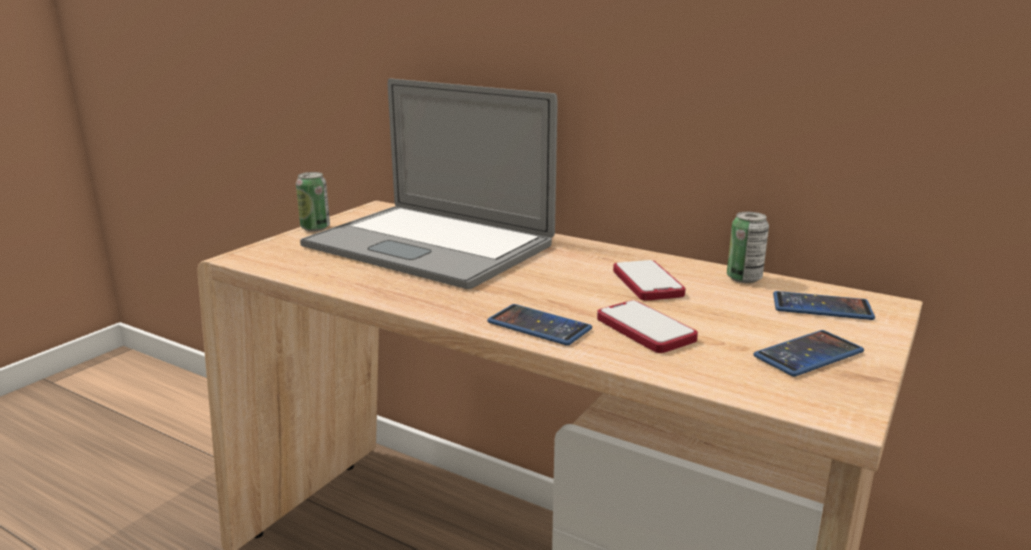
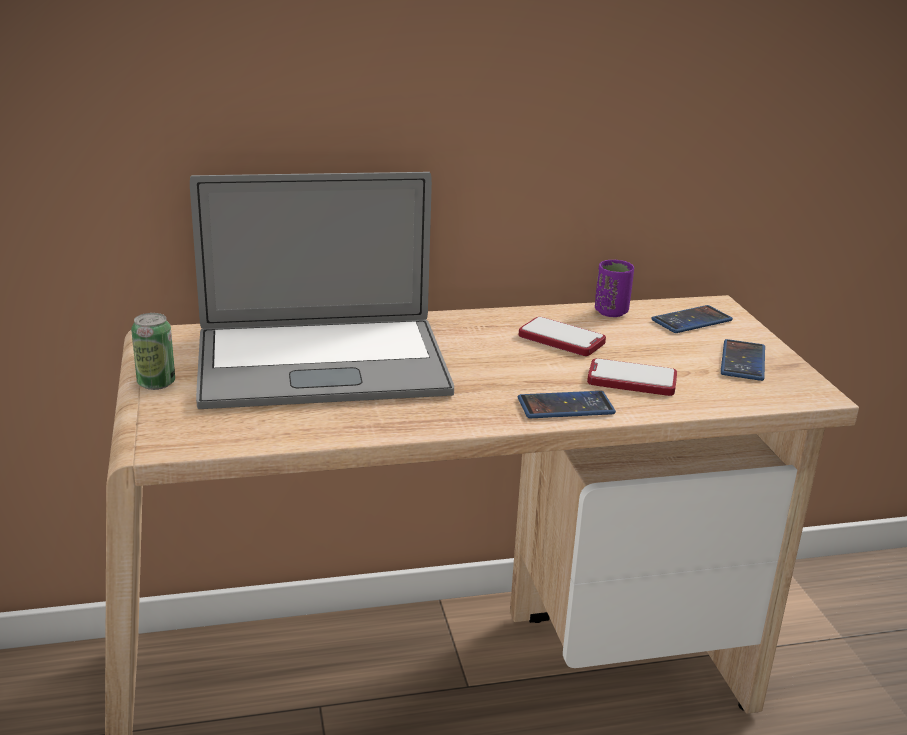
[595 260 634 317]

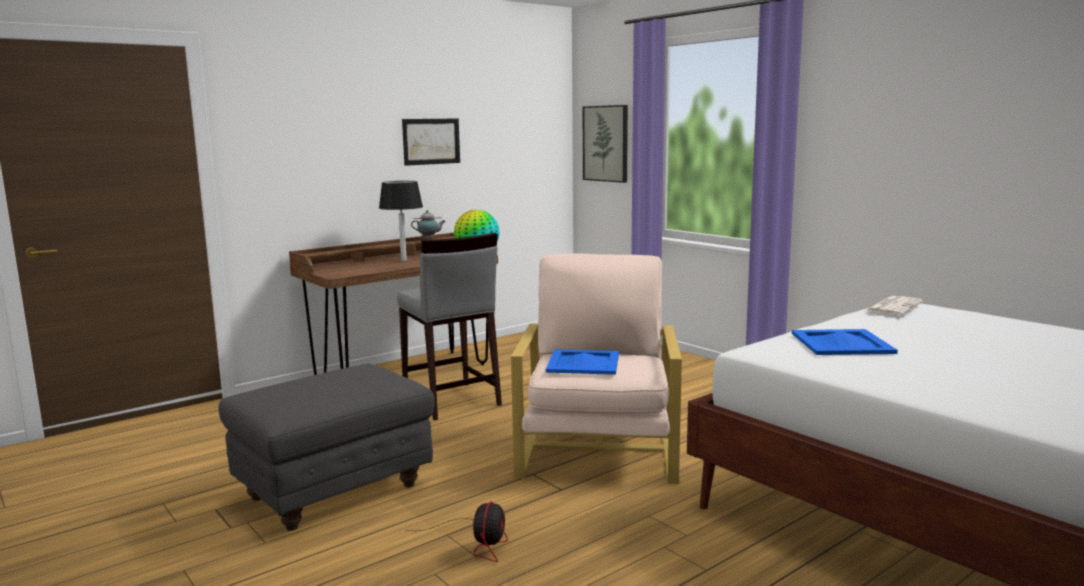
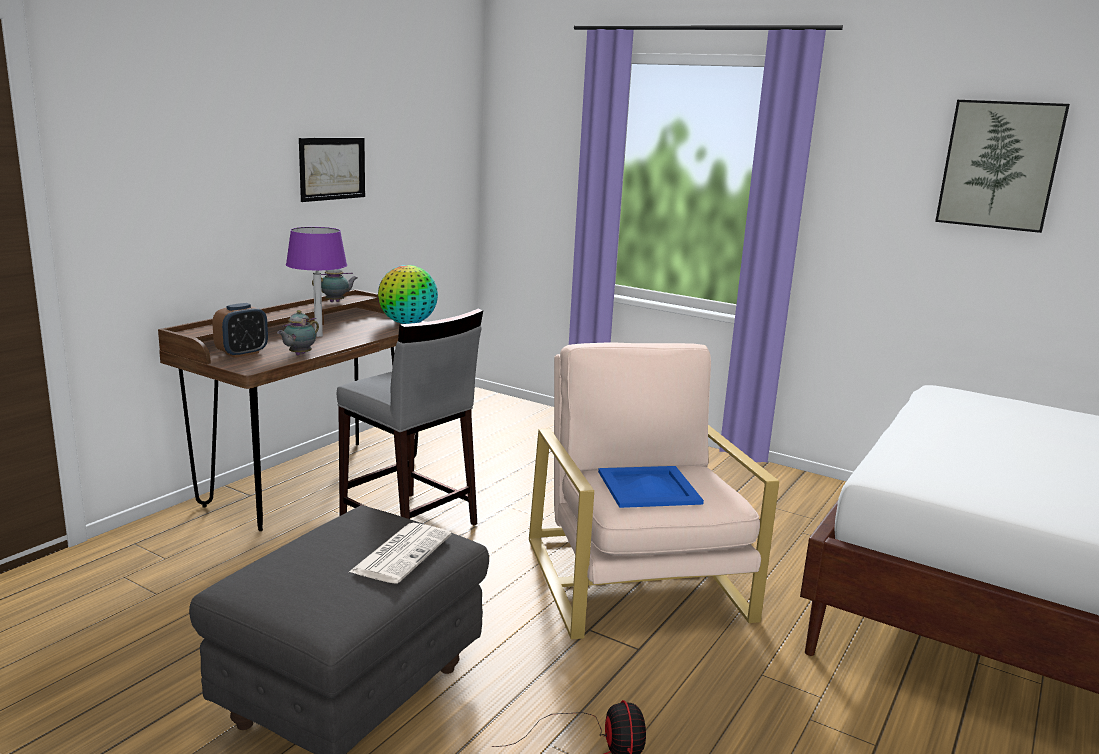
[935 100 1070 233]
[286 227 347 337]
[349 523 452 584]
[792 329 898 355] (first image)
[212 303 268 358]
[277 310 319 355]

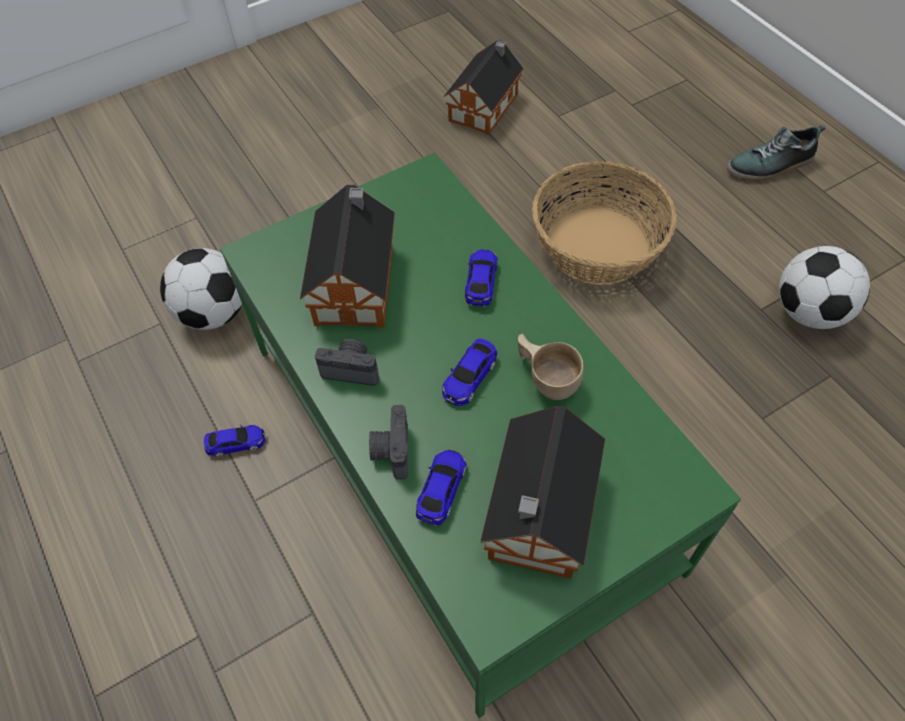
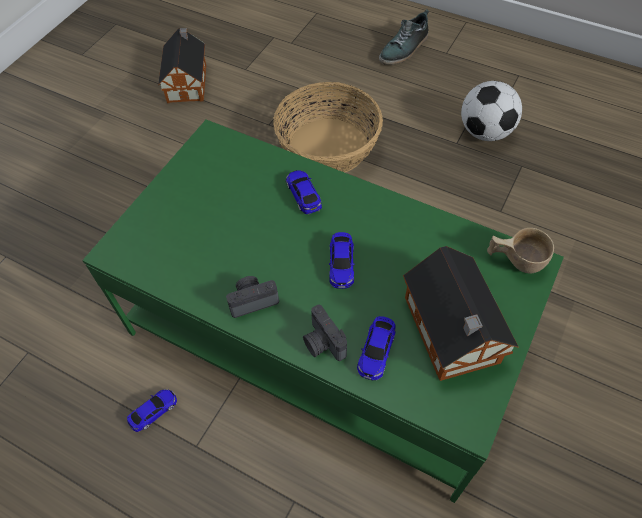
[300 185 395 327] (first image)
[160 248 242 330] (first image)
[487 228 554 273]
[357 316 396 380]

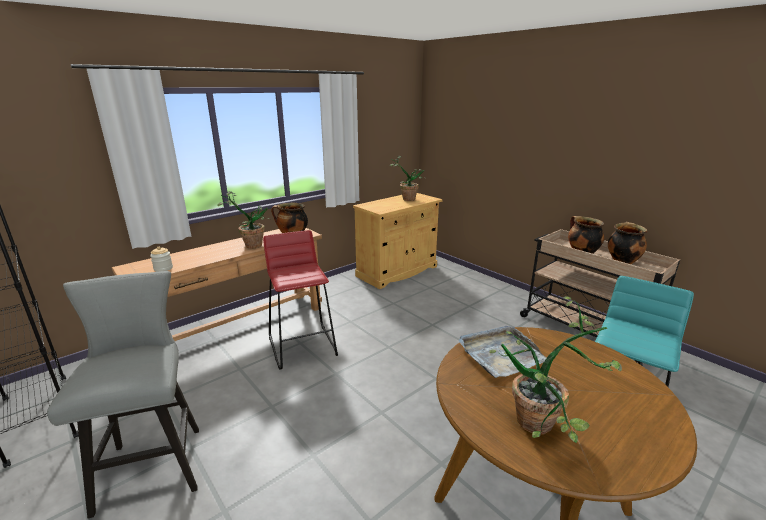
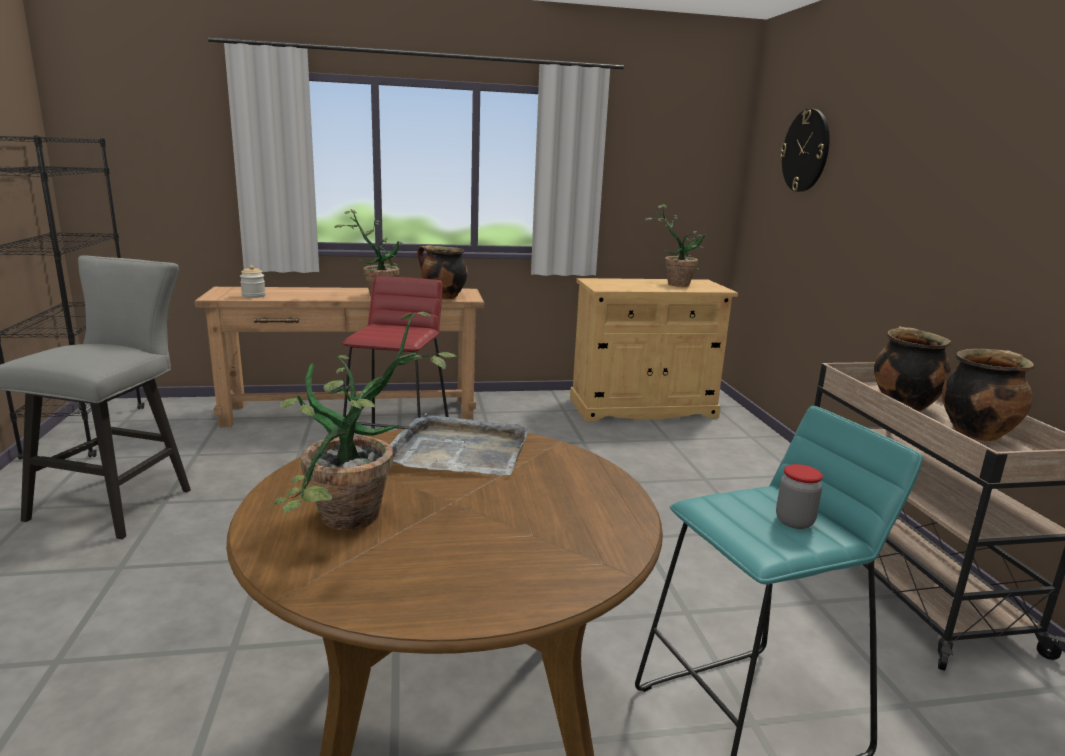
[780 109 830 192]
[776 464 823 529]

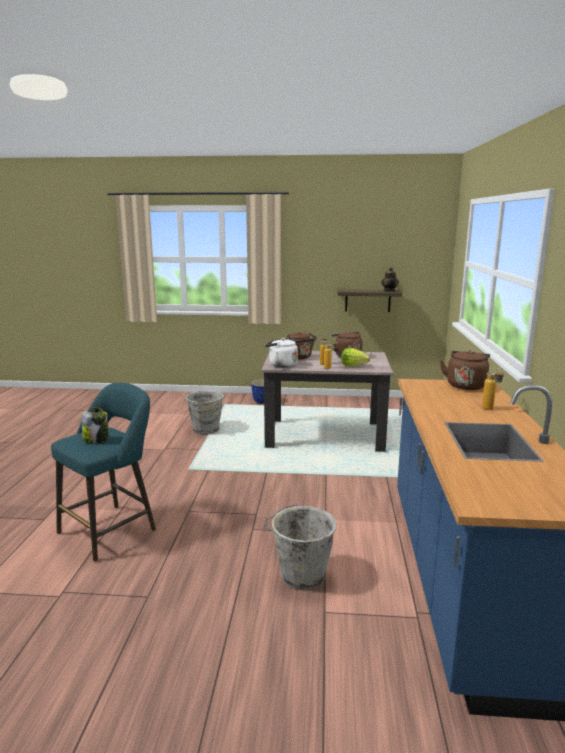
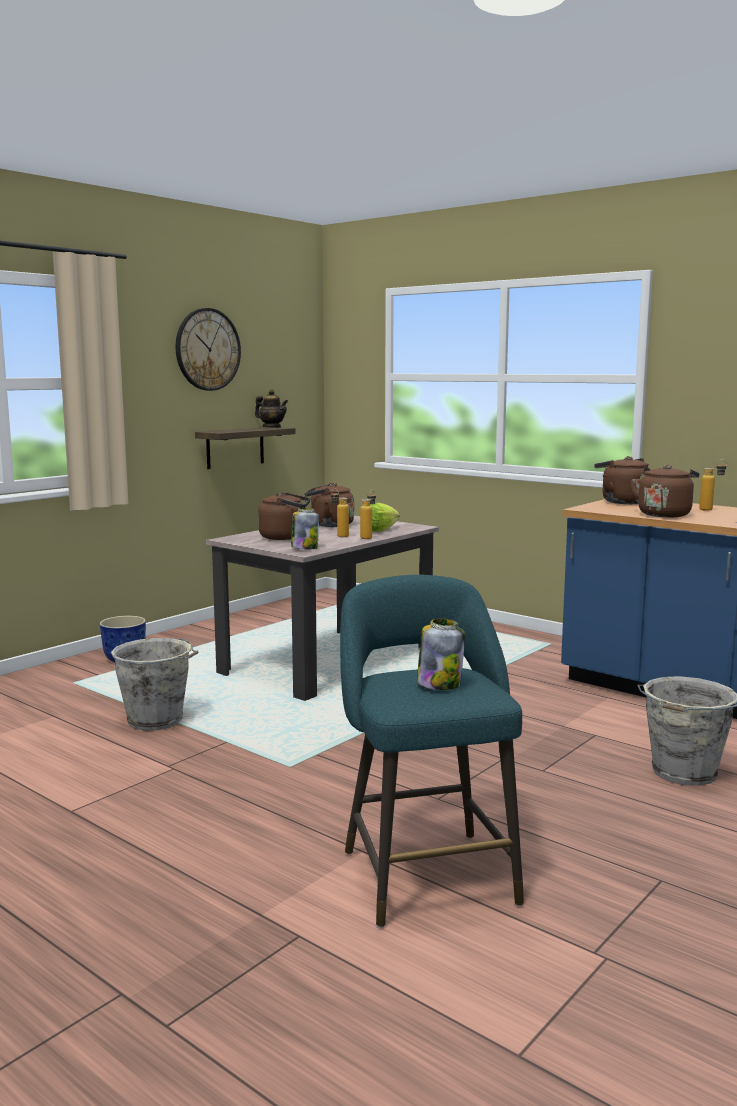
[291 508 319 549]
[176 308 241 391]
[629 465 699 518]

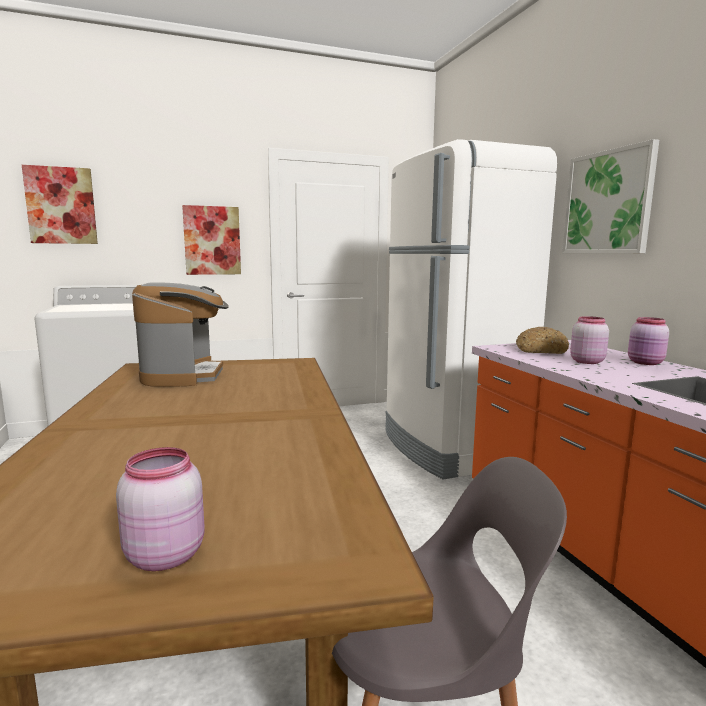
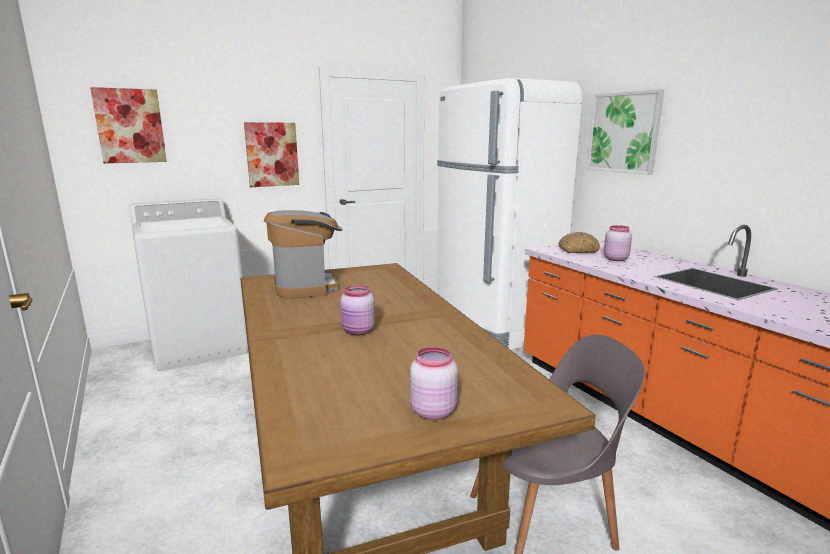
[340 285 375 335]

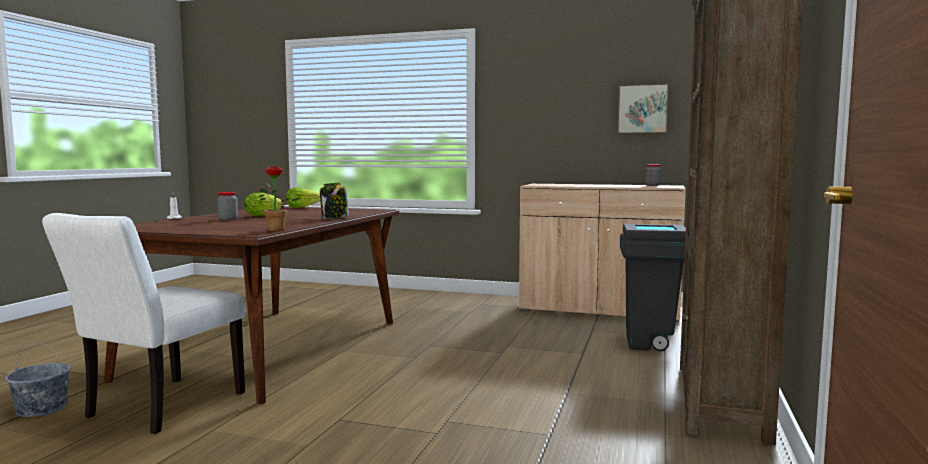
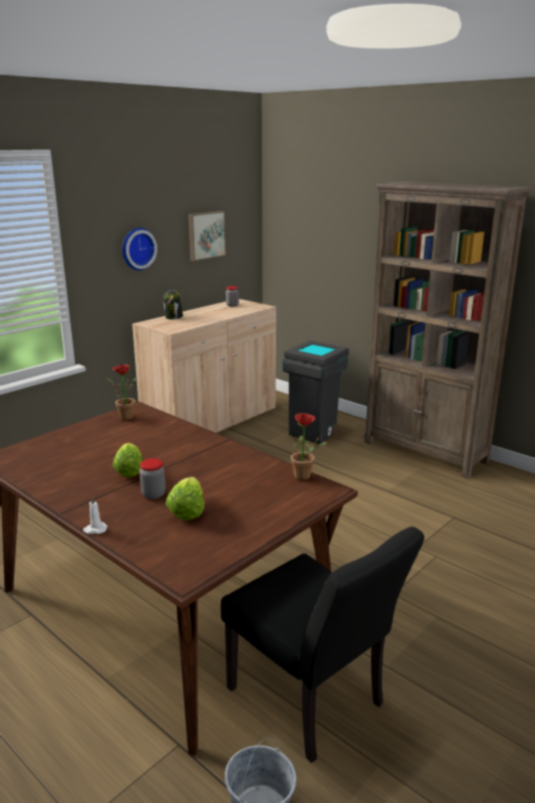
[163 290 183 320]
[166 477 204 520]
[221 526 424 763]
[122 228 157 270]
[107 364 137 421]

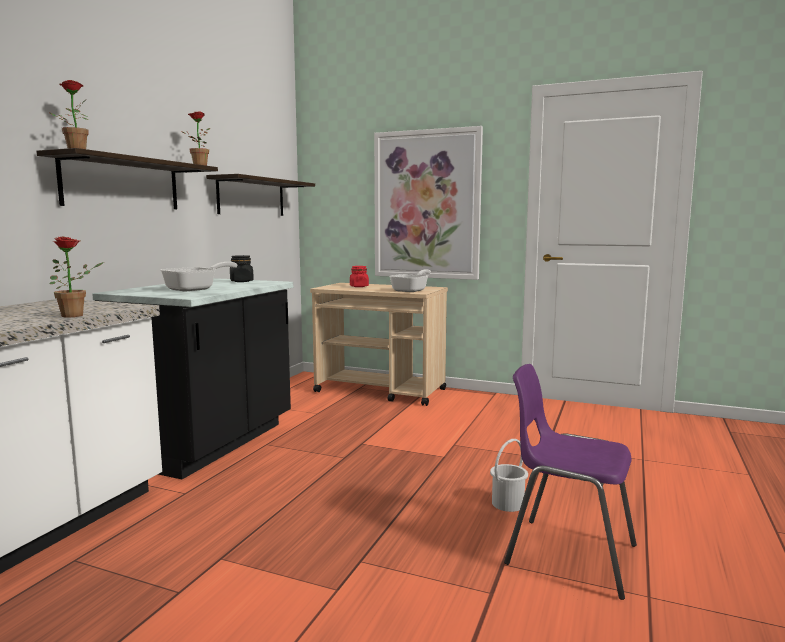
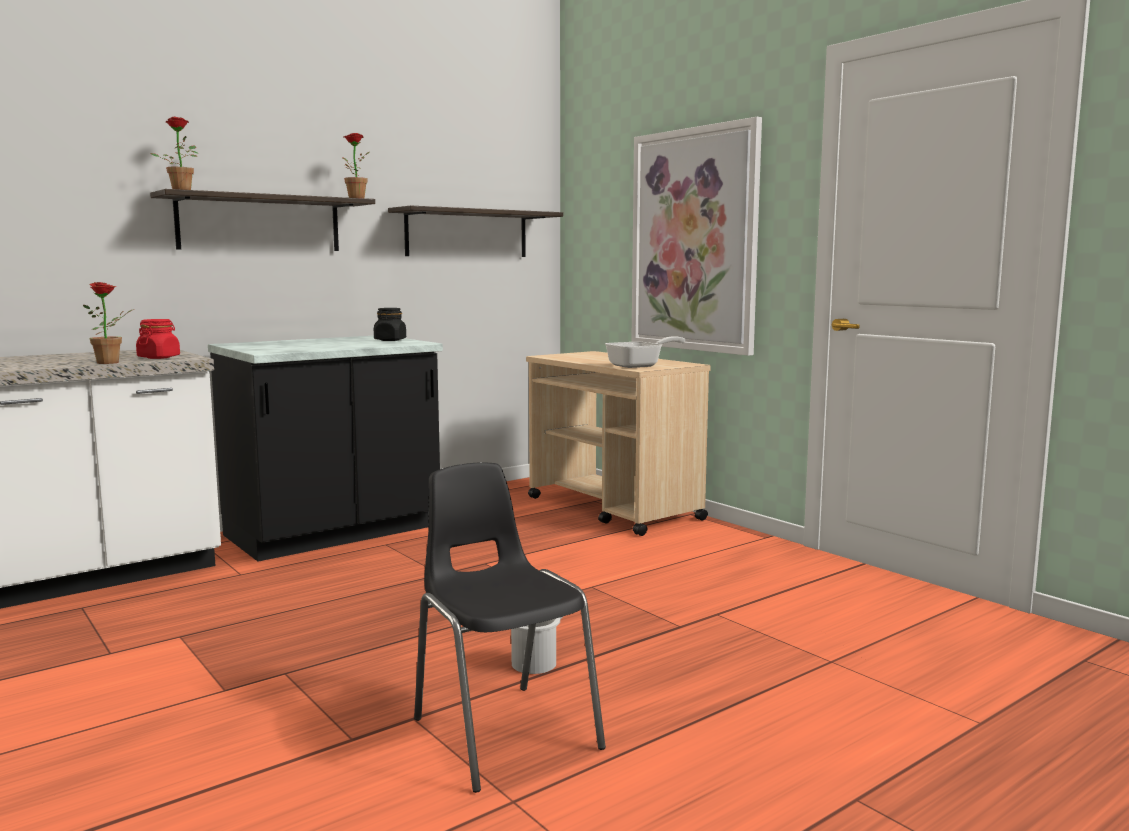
[161 262 238 292] (first image)
[136 319 180 359]
[414 462 606 793]

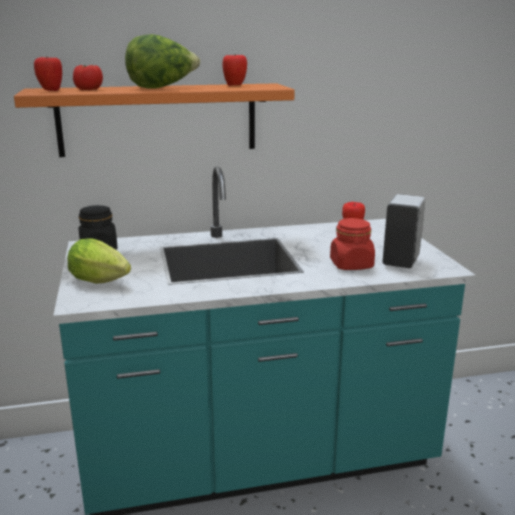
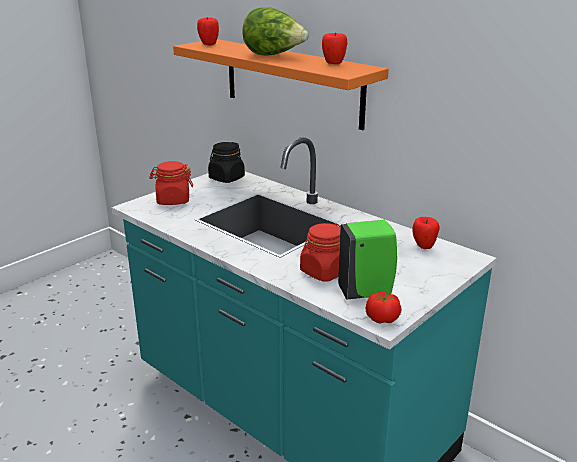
[366 291 401 324]
[338 220 397 300]
[149 161 193 205]

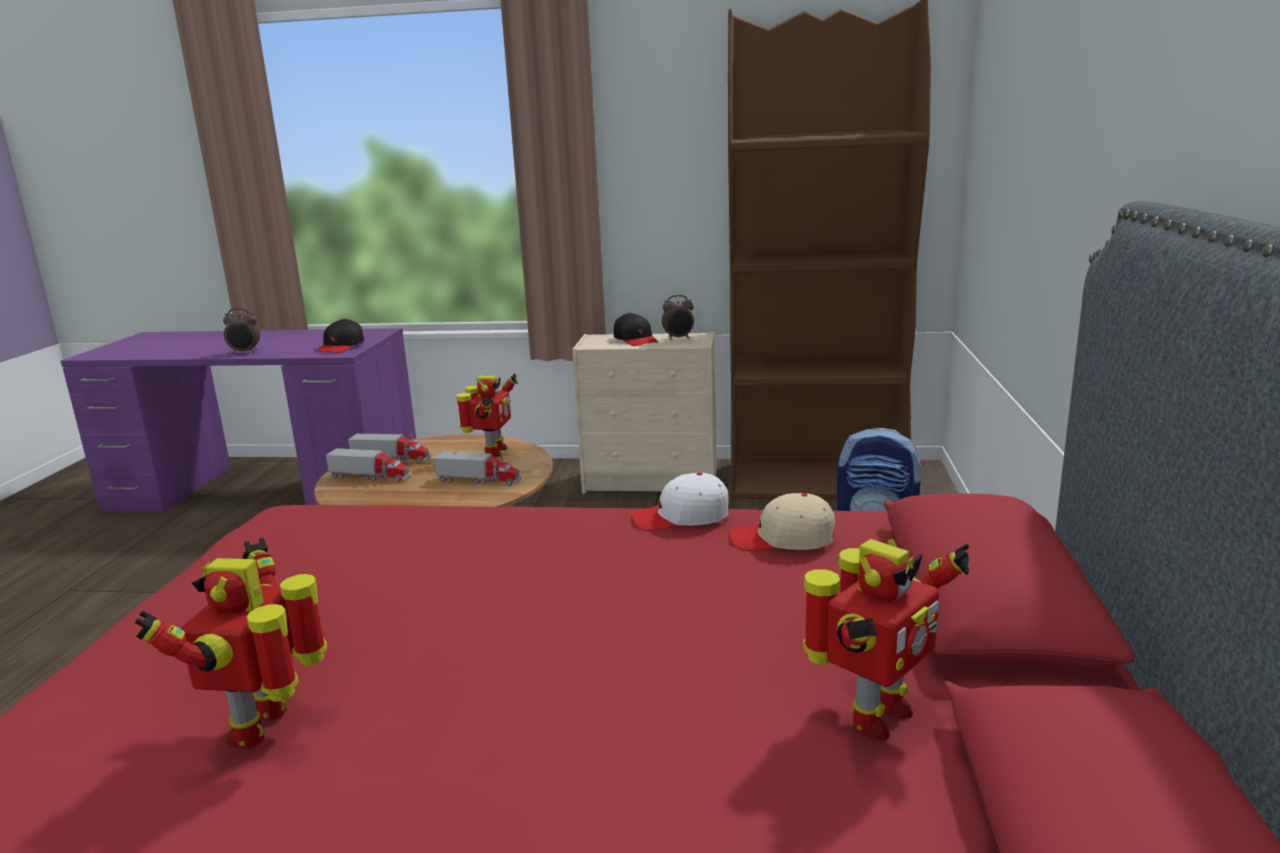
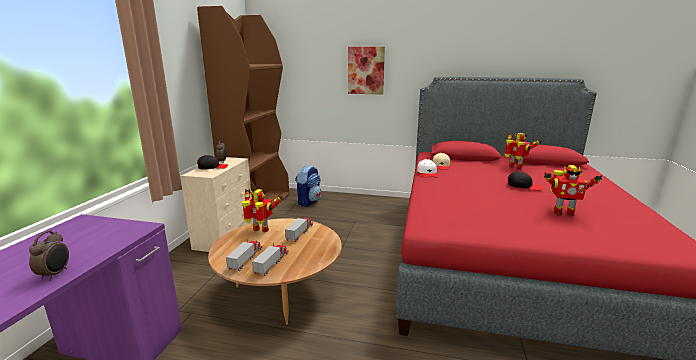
[507 171 542 191]
[348 47 385 95]

